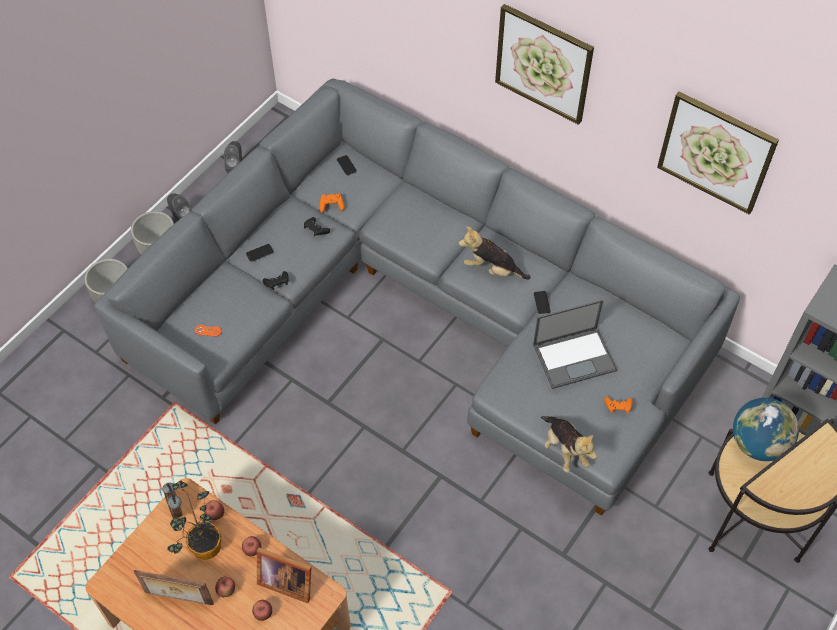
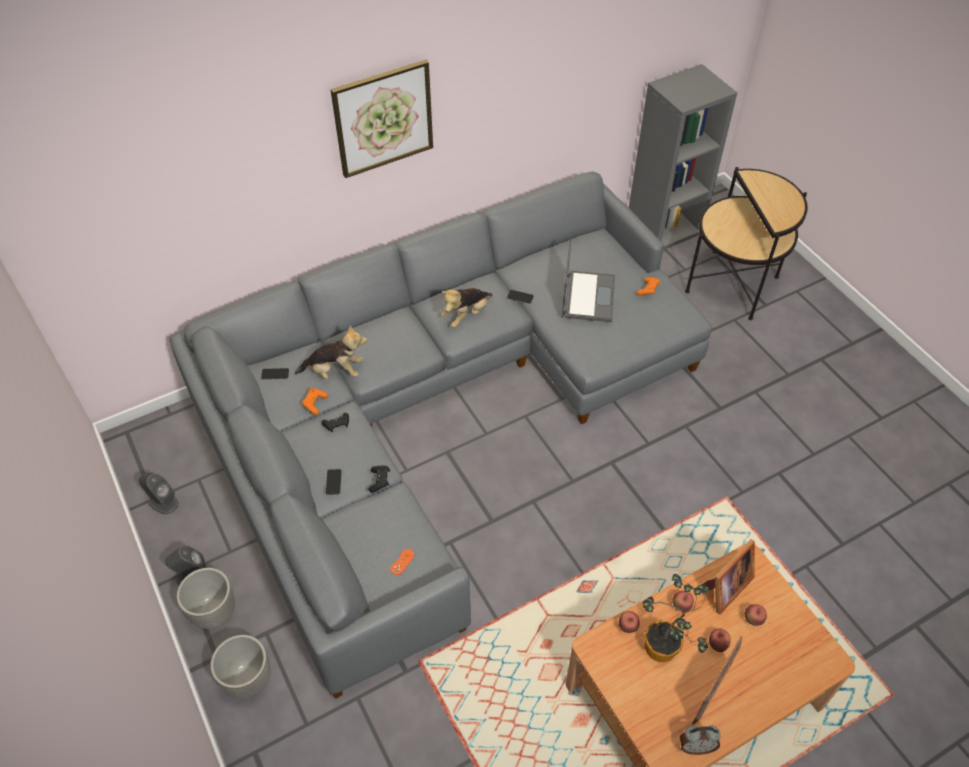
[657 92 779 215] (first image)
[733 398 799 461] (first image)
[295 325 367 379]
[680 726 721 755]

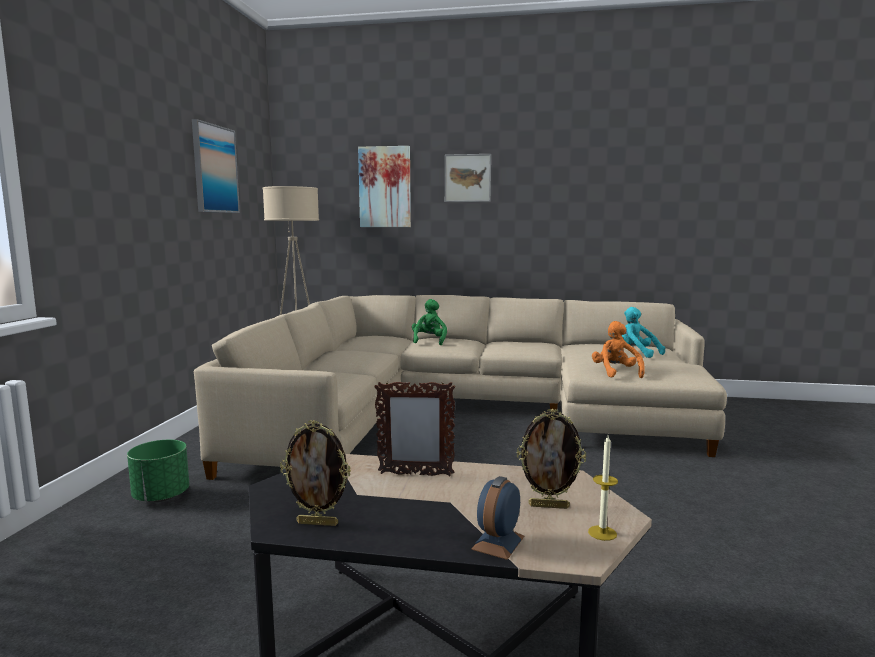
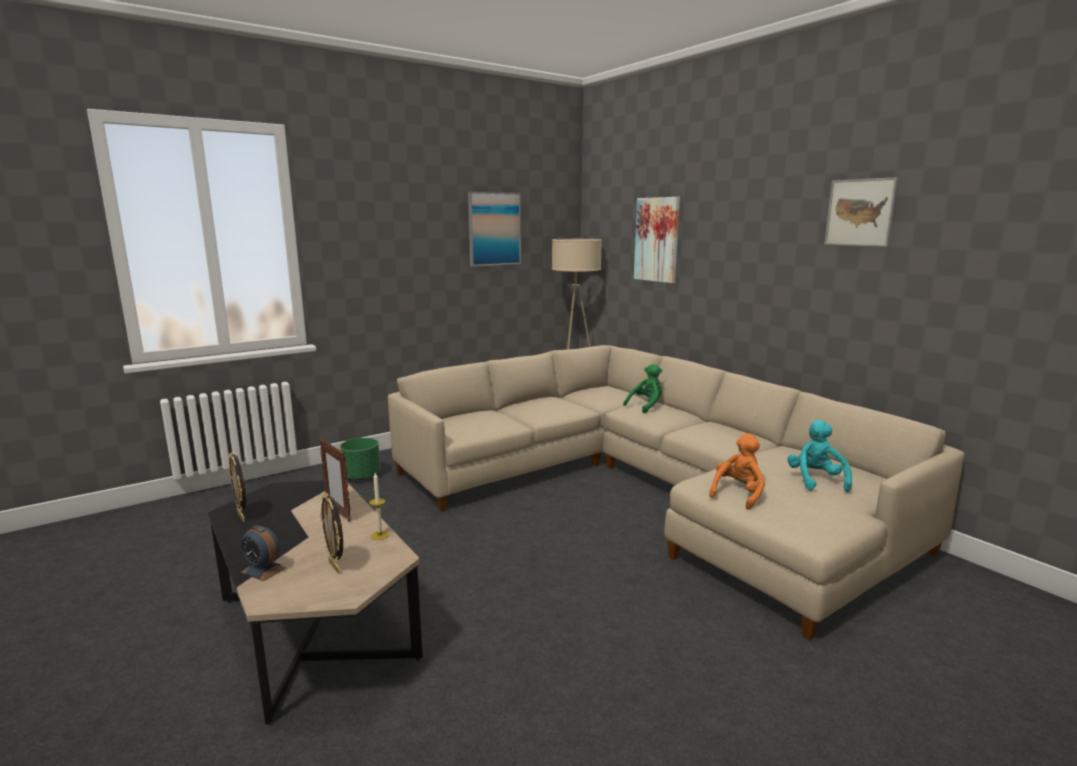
[824 177 898 247]
[369 473 389 540]
[241 525 286 581]

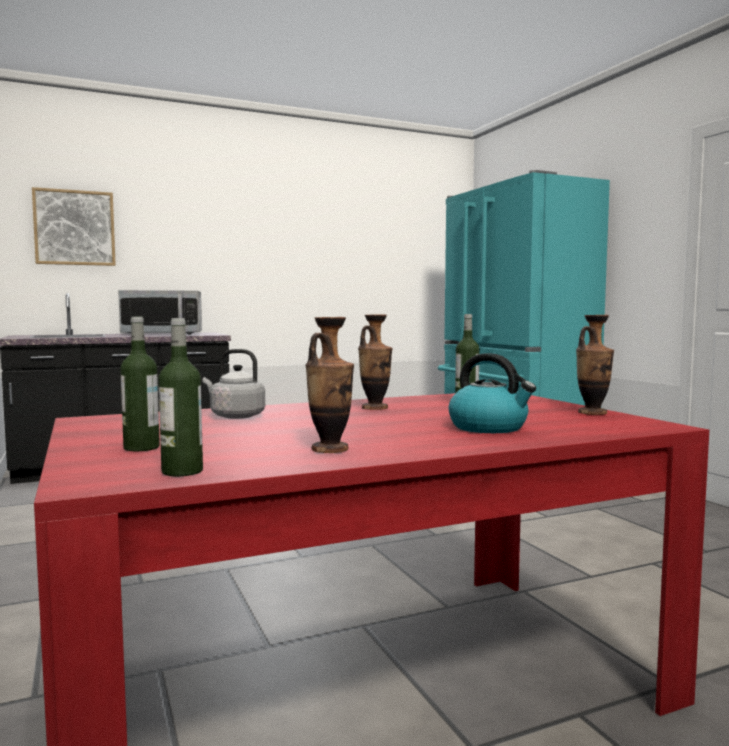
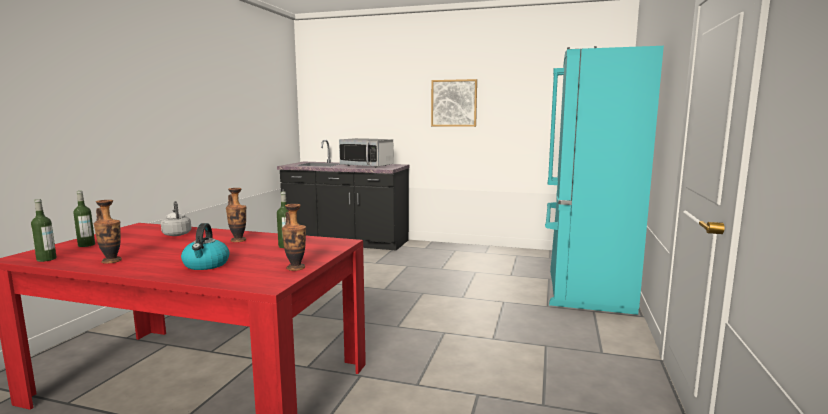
[431 79 477 127]

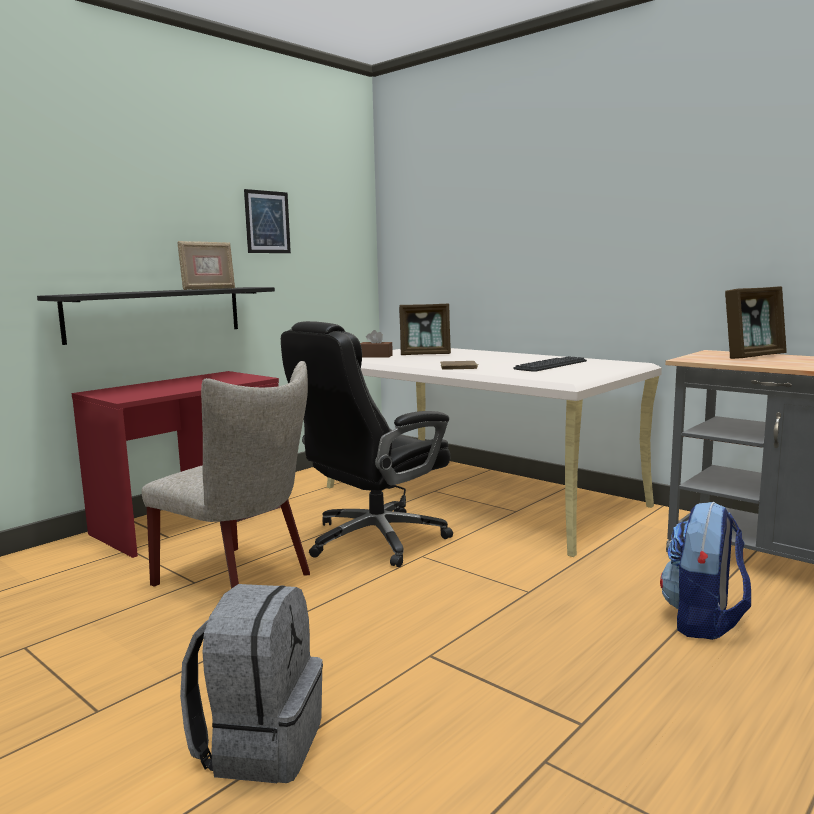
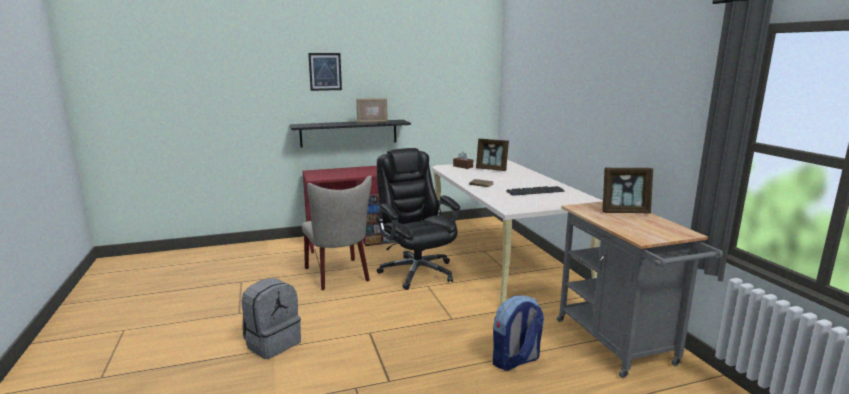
[308 53 342 91]
[376 148 460 290]

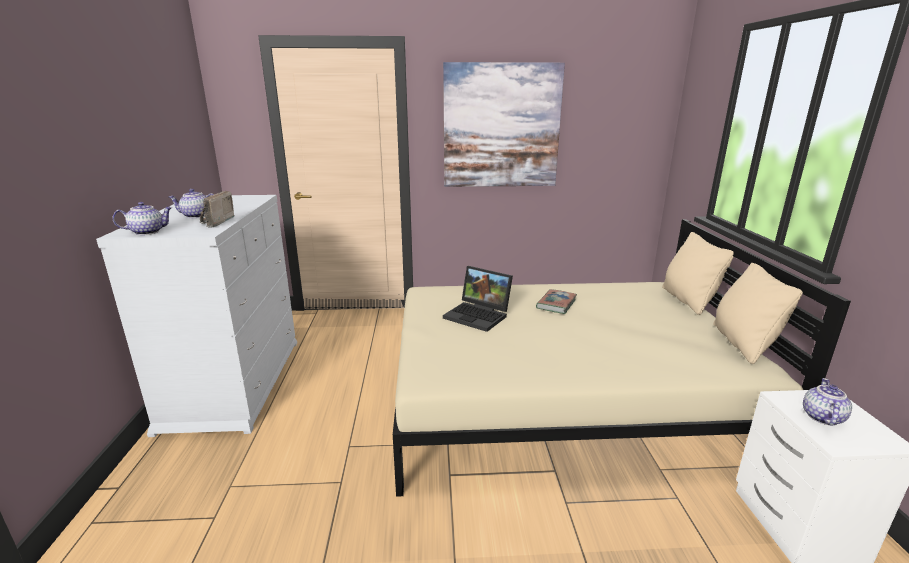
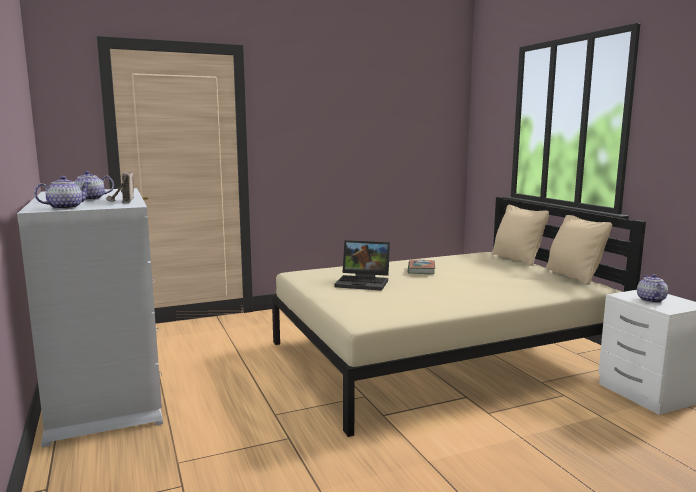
[443 62 565 187] (first image)

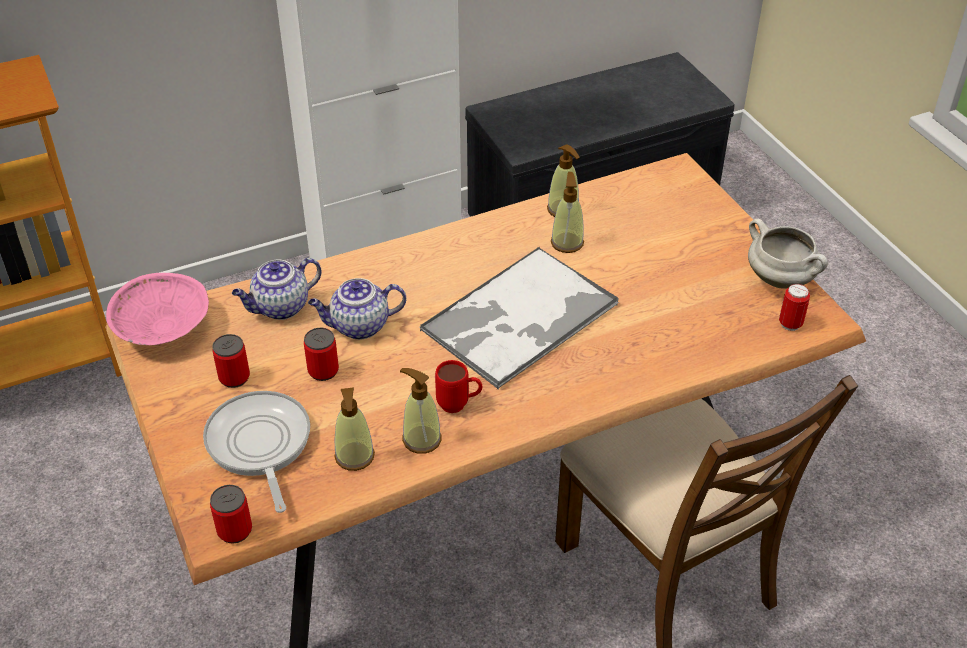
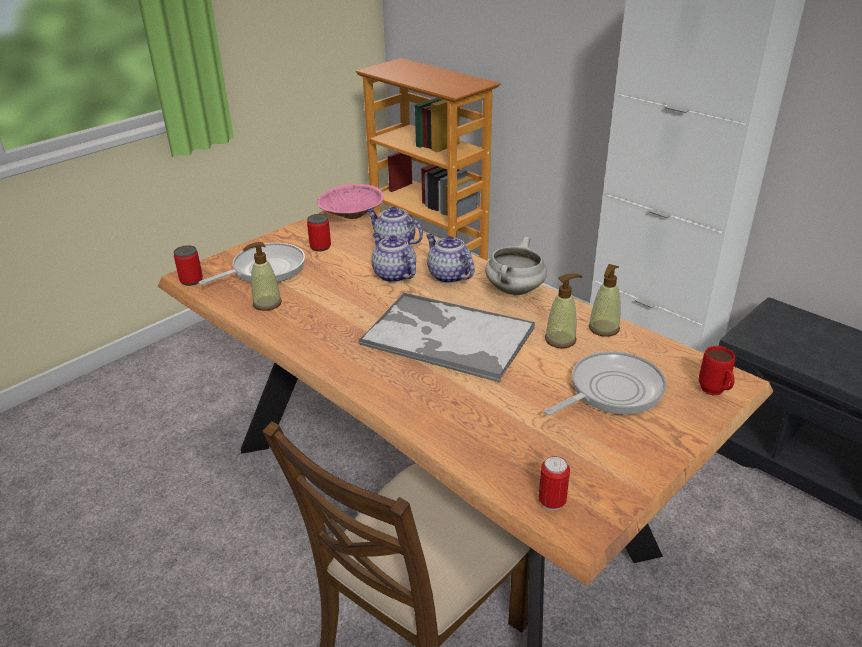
[485 237 547 295]
[304 328 339 381] (first image)
[699 346 735 396]
[400 368 442 454] (first image)
[426 234 475 283]
[544 351 666 415]

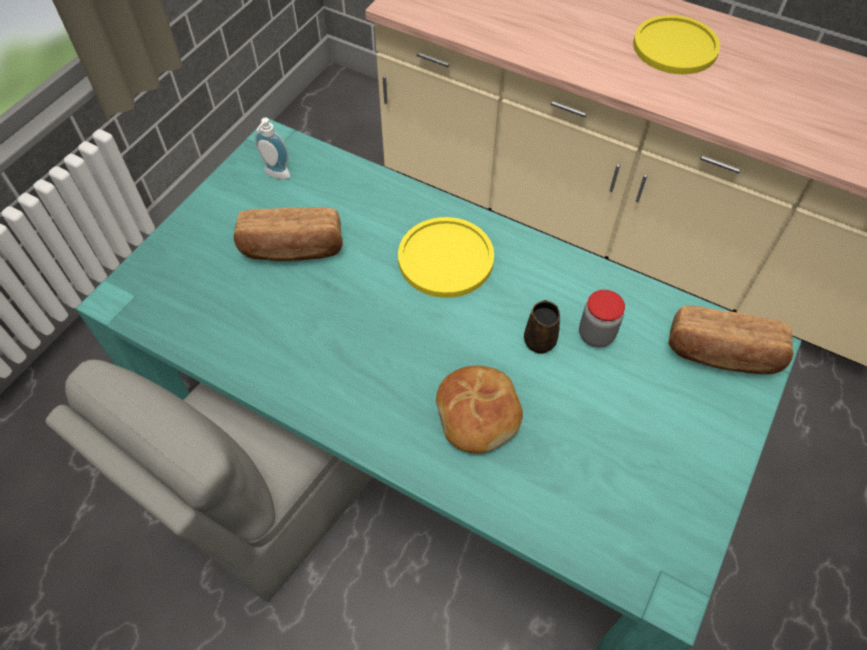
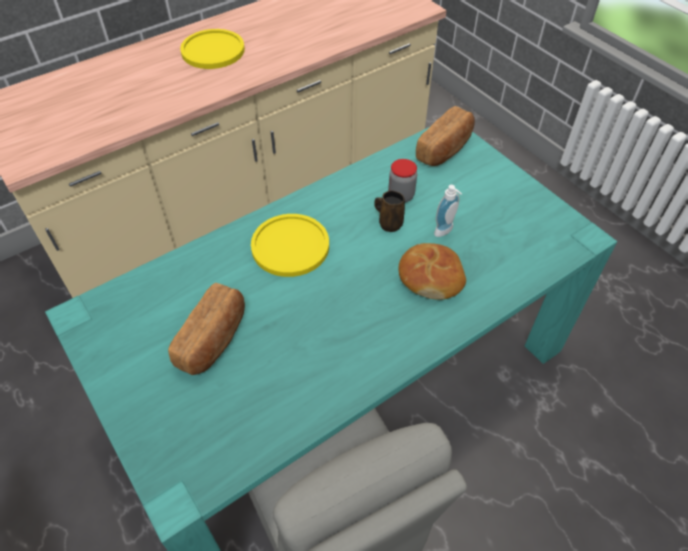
[434 185 462 237]

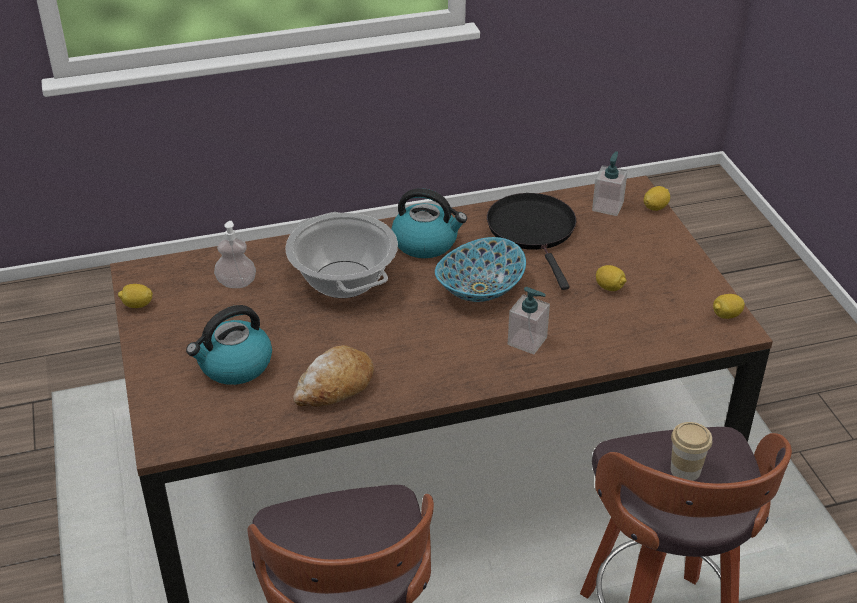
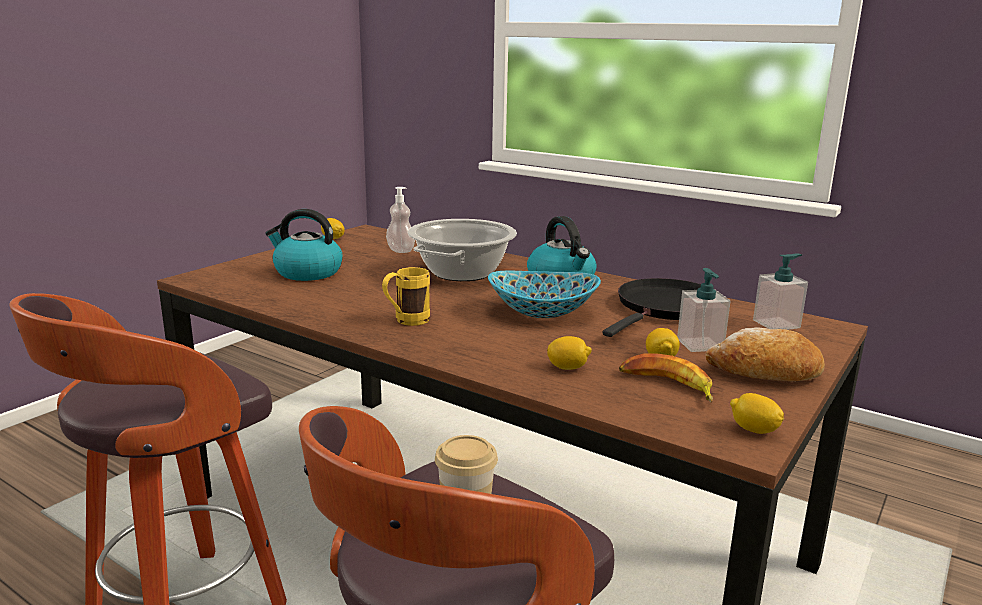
[547 336 592 370]
[677 268 731 352]
[705 327 825 382]
[382 267 430 326]
[619 353 713 402]

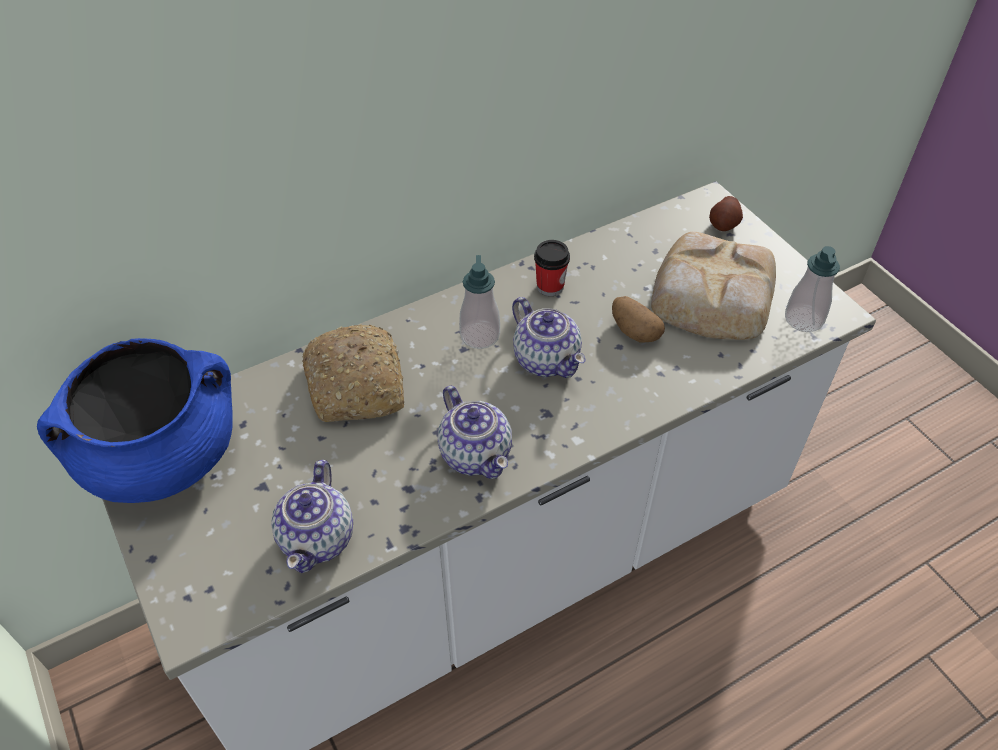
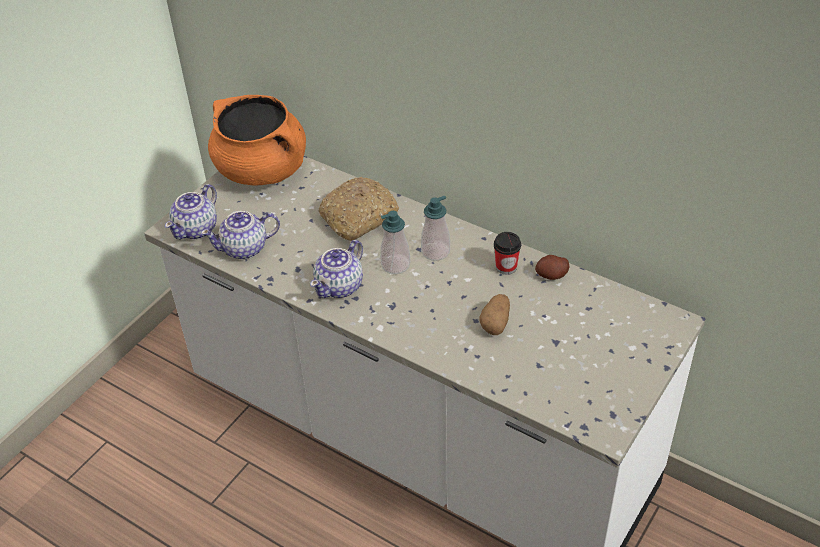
[535 255 569 280]
[651 232 776 340] (first image)
[380 211 410 274]
[165 184 217 239]
[208 95 306 185]

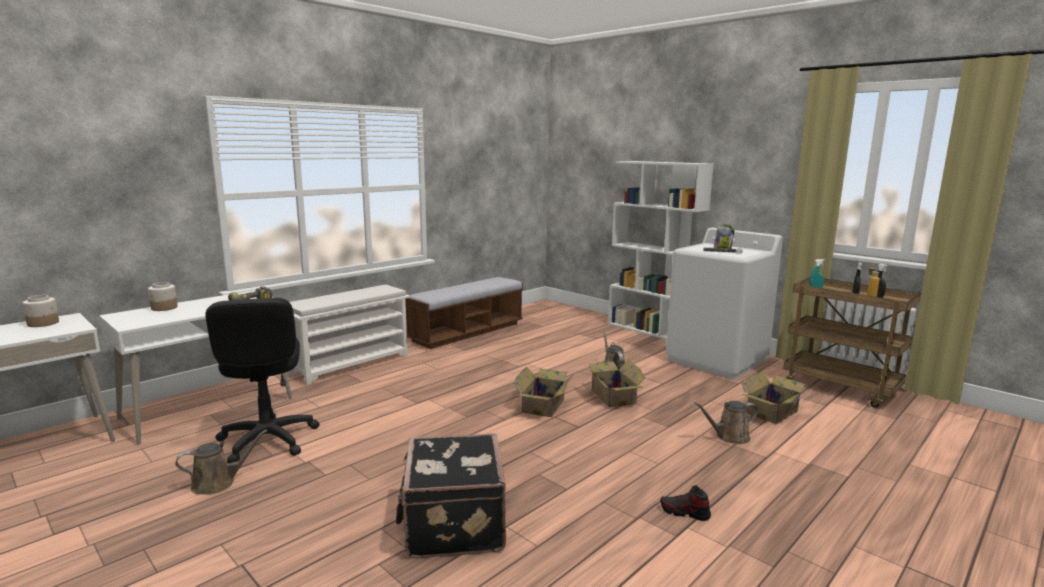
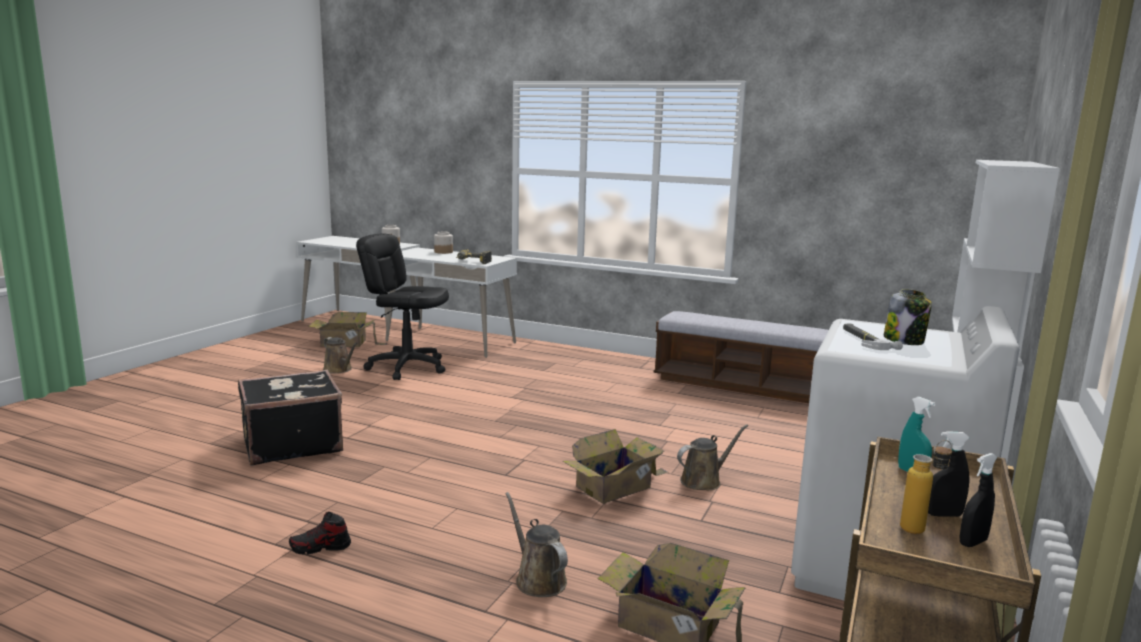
[288 285 410 385] (first image)
[356 234 449 380]
[308 312 388 347]
[289 512 351 554]

